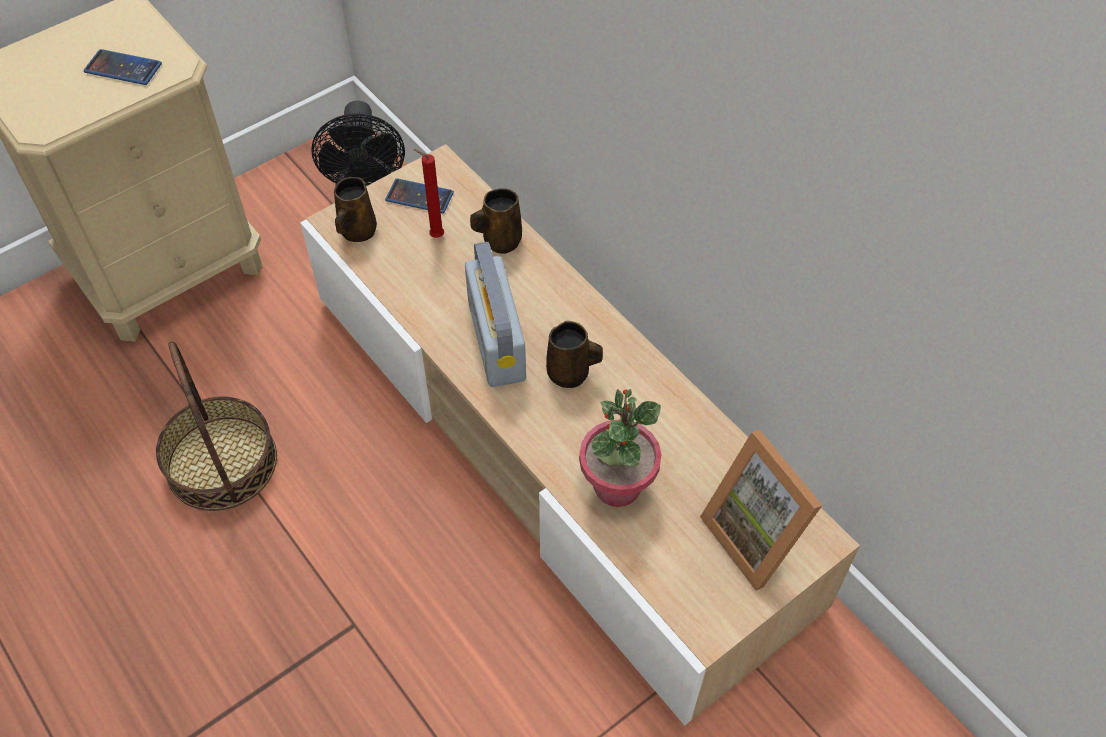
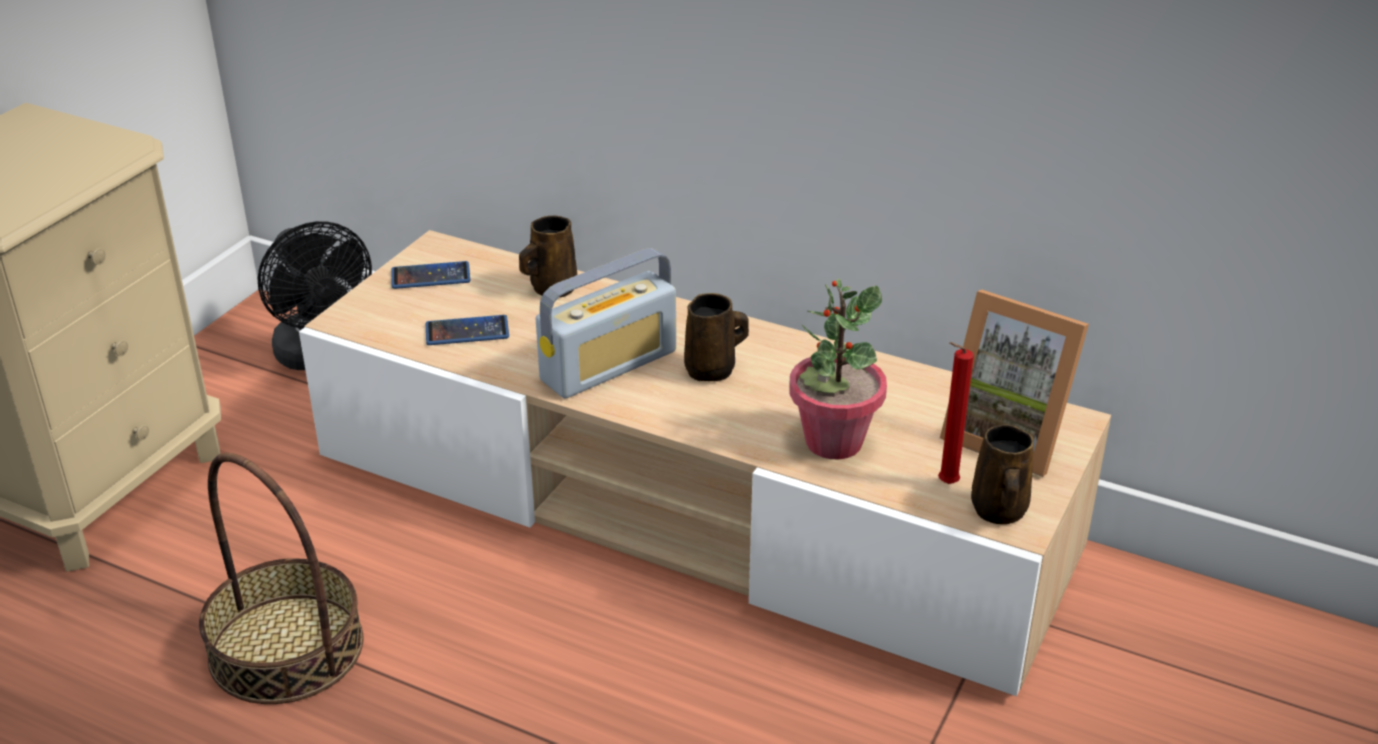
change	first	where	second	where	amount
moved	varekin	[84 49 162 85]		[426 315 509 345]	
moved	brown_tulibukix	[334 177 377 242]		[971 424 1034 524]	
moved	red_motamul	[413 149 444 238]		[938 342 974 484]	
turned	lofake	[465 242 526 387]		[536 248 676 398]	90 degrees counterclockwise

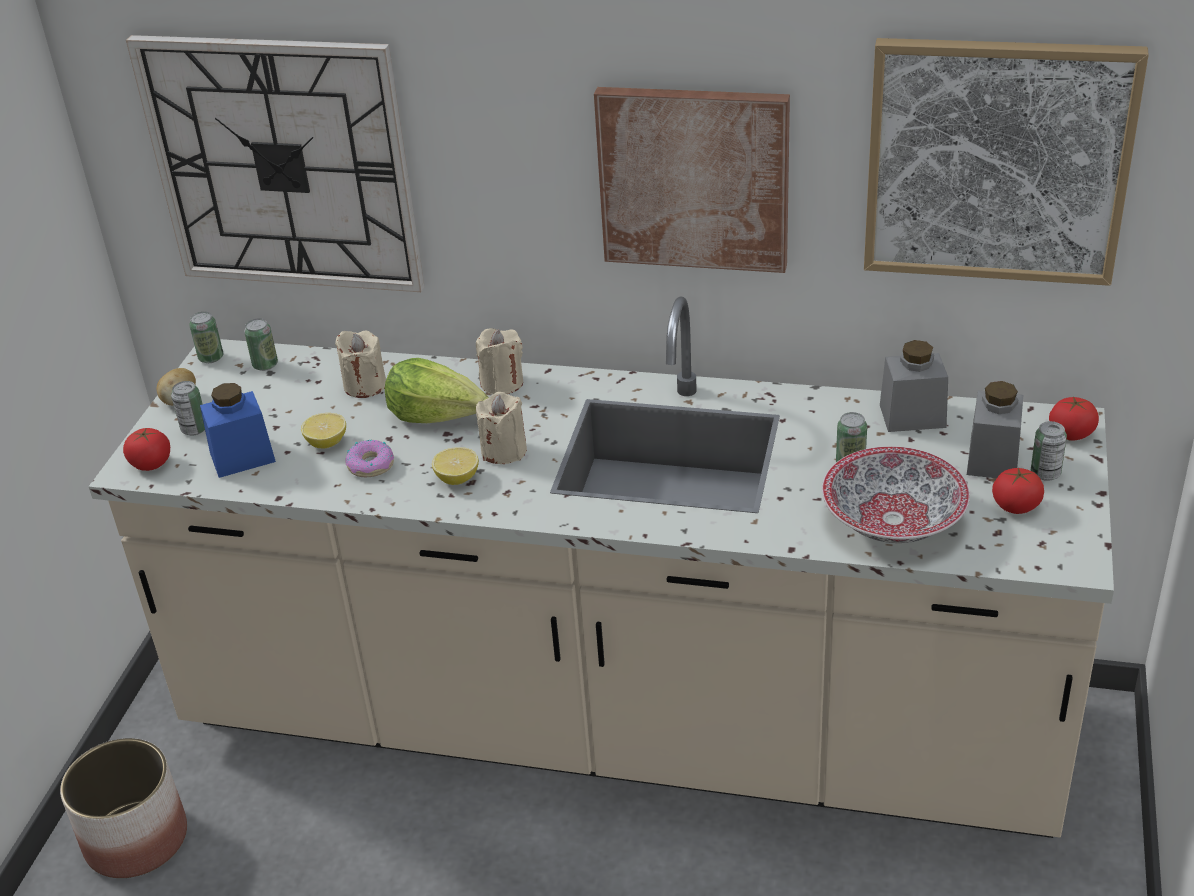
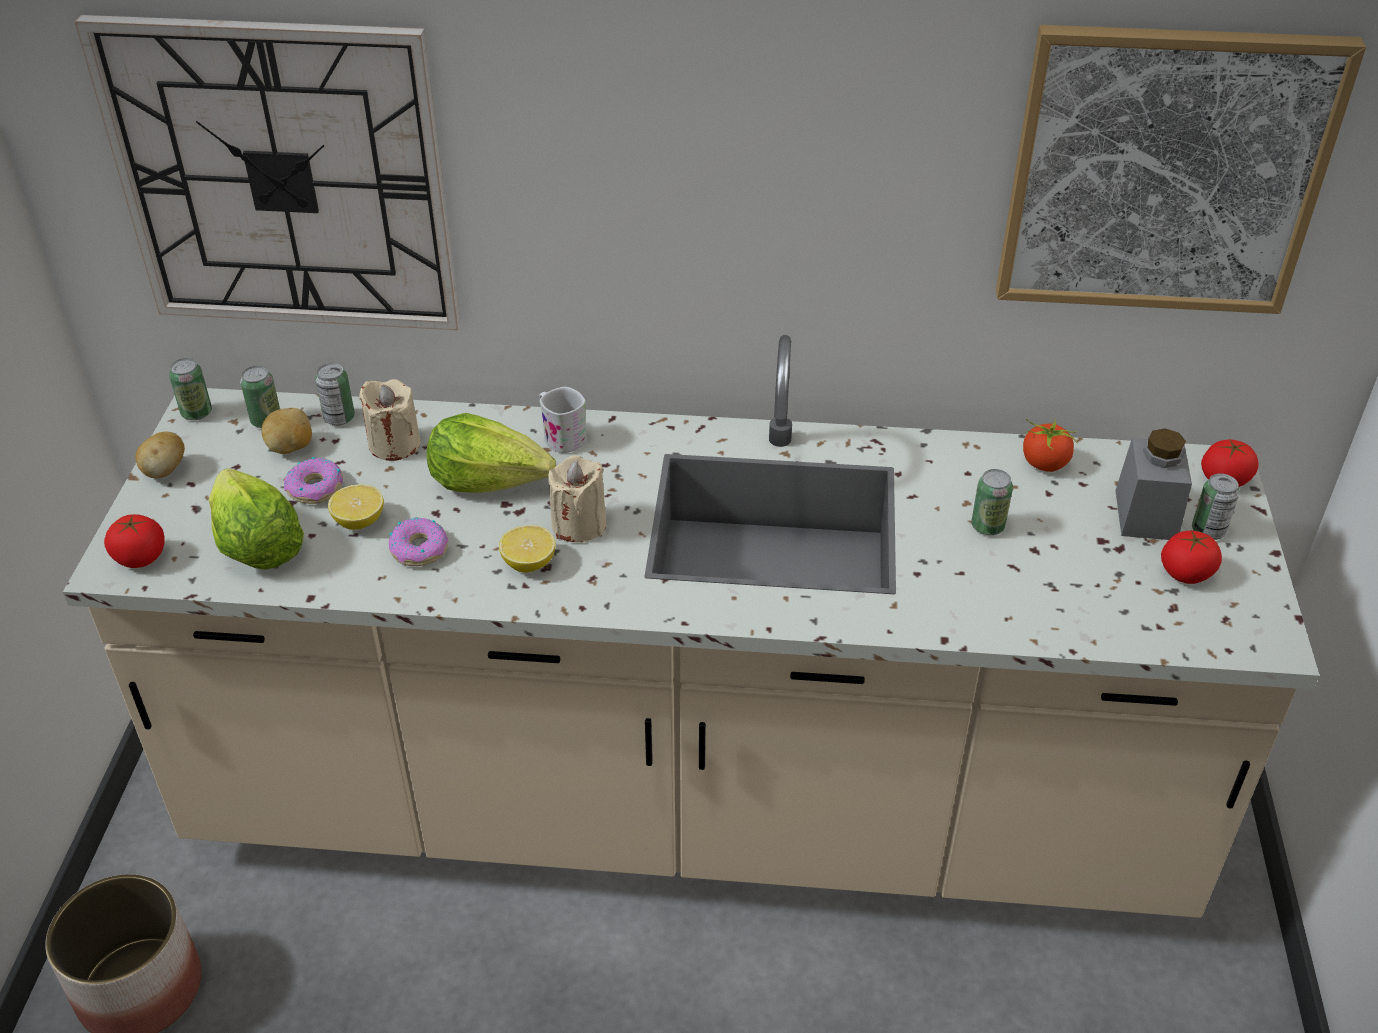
change	first	where	second	where	amount
moved	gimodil	[171 381 205 435]		[315 363 355 425]	
replaced	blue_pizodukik	[200 383 276 478]	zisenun	[209 468 304 570]	
replaced	beige_motamul	[476 328 523 394]	white_tulibukix	[539 387 587 453]	
removed	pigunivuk	[594 87 790 273]			
removed	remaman	[822 446 970 543]			
replaced	grey_pizodukik	[880 340 948 432]	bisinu	[1023 418 1077 472]	
added			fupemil	[262 408 312 454]	
added			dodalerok	[284 457 343 504]	

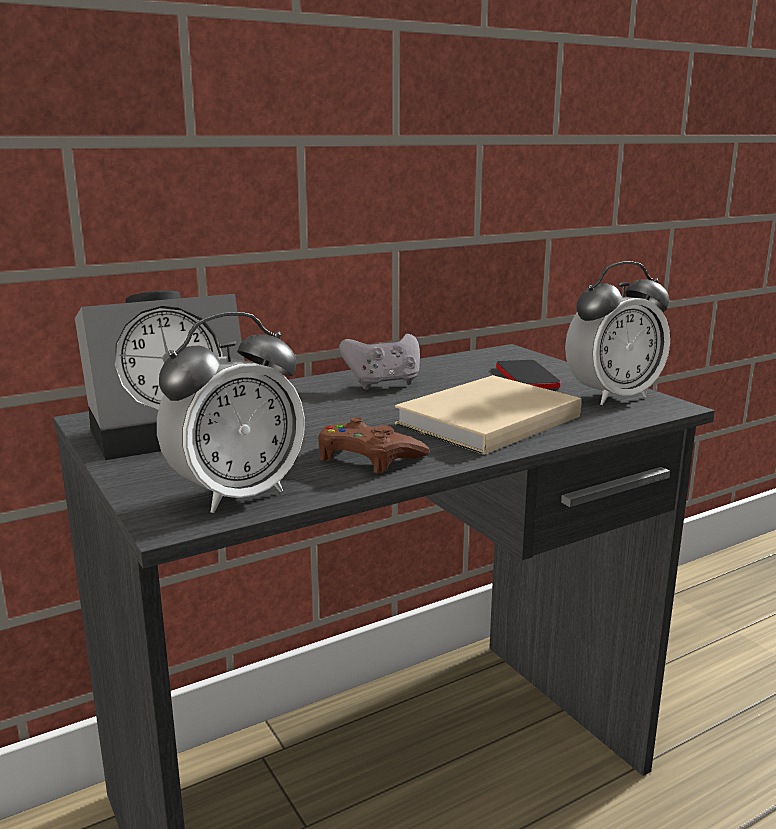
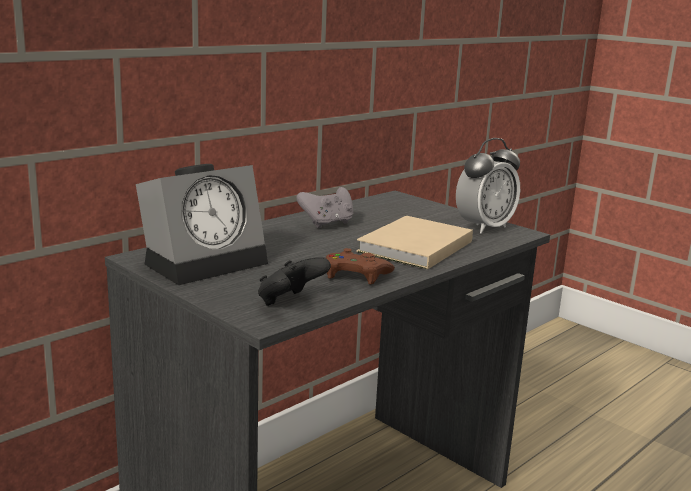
change	first	where	second	where	amount
replaced	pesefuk	[157 312 305 513]	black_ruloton	[258 257 331 306]	
removed	varekin	[496 360 561 389]			

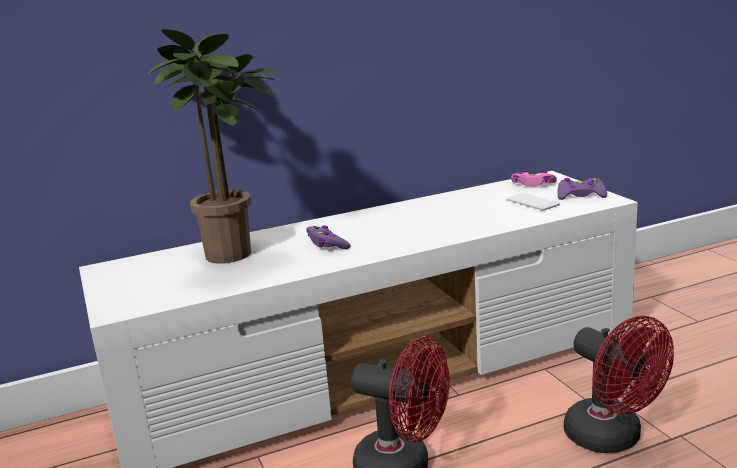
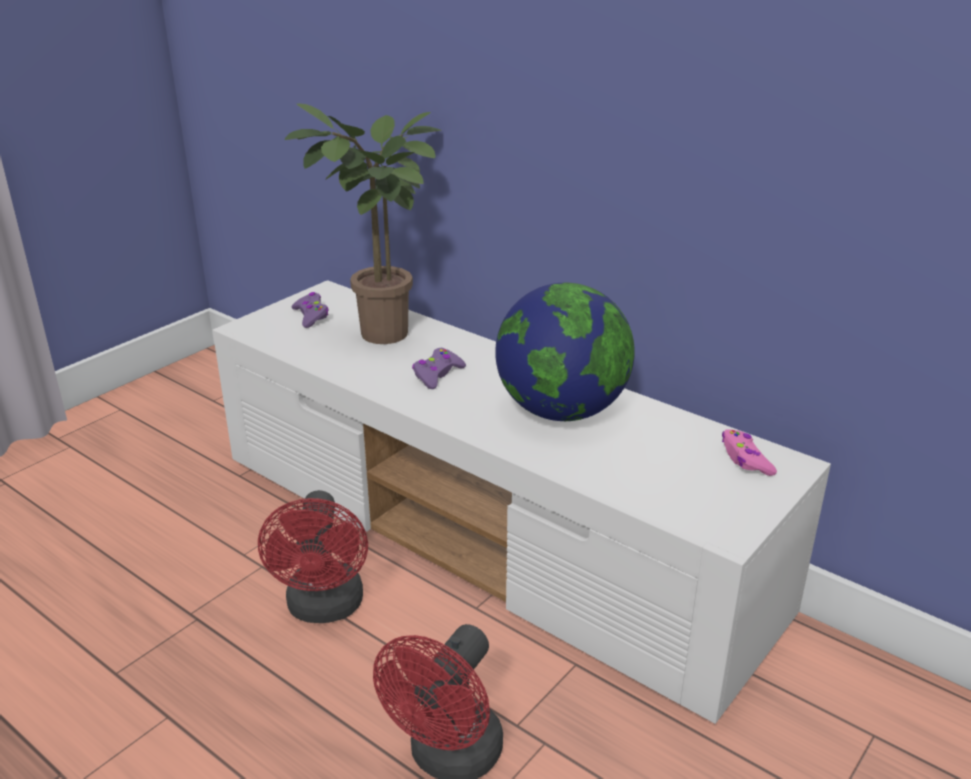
change	first	where	second	where	amount
removed	varekin	[507 193 560 211]			
moved	purple_ruloton	[557 178 607 200]		[291 292 329 328]	
added			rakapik	[495 283 635 421]	

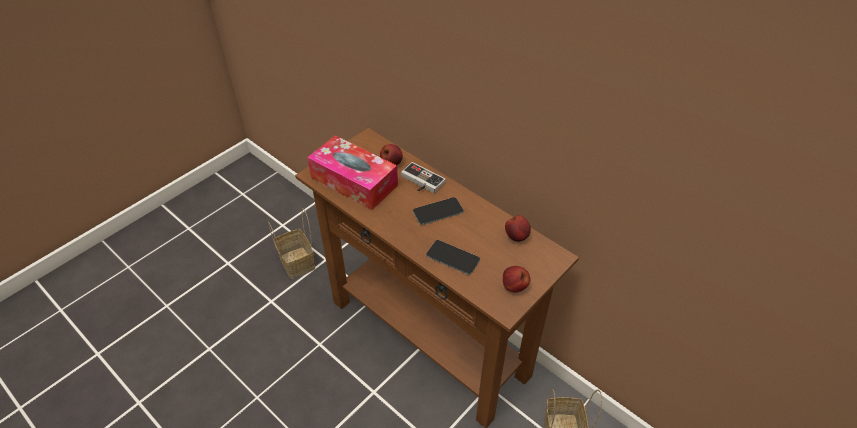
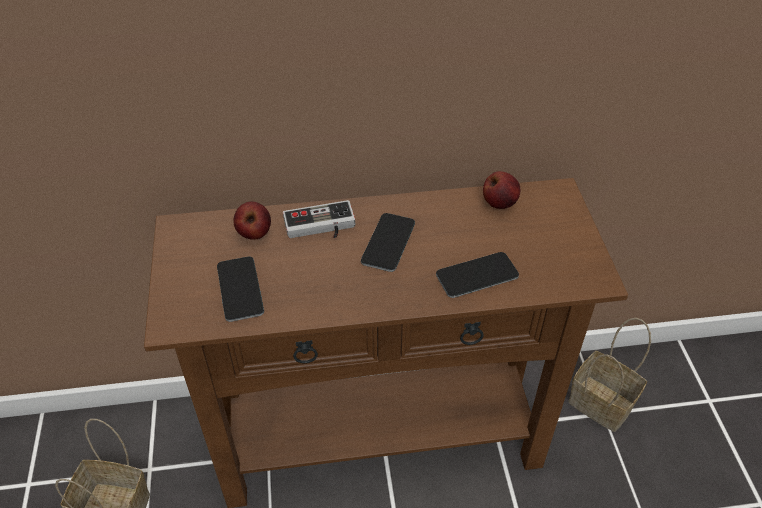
change	first	where	second	where	amount
replaced	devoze	[307 135 398 210]	varekin	[217 257 264 322]	
removed	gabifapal	[503 266 530 293]			

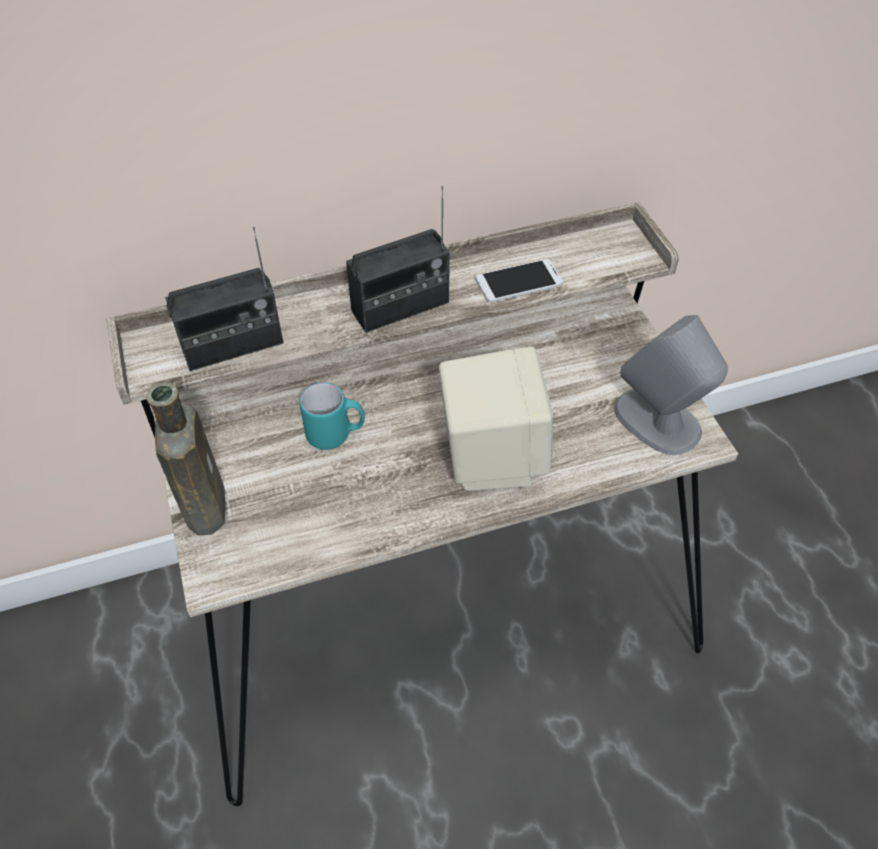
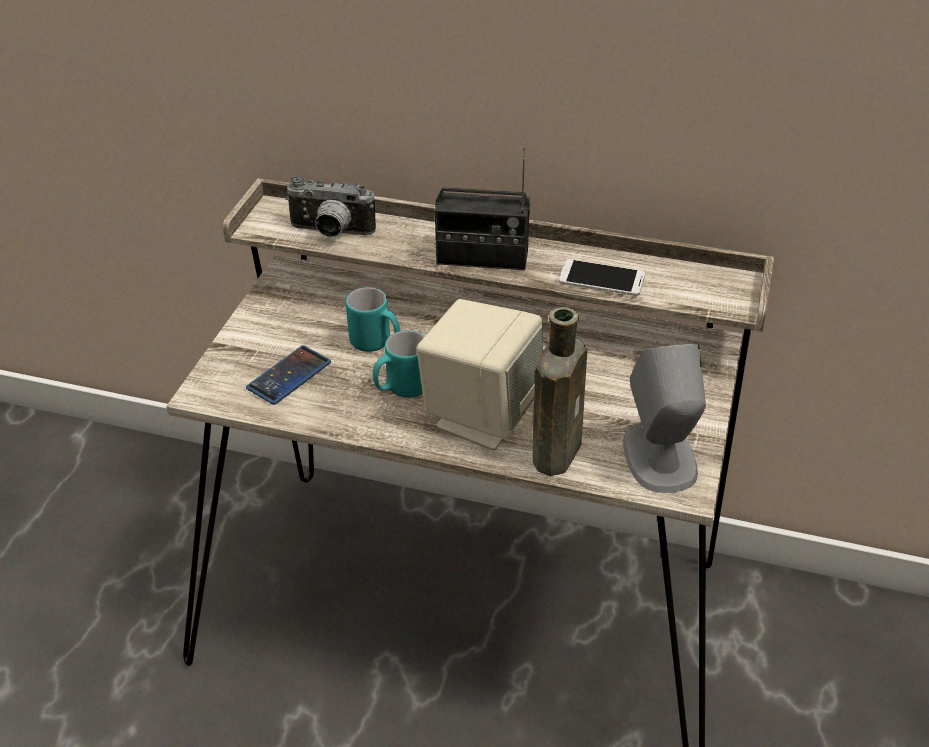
change	first	where	second	where	amount
moved	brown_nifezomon	[146 383 225 535]		[532 307 587 476]	
replaced	lofake	[165 227 284 371]	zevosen	[285 176 376 238]	
added			varekin	[246 345 331 405]	
added			turquoise_tulibukix	[373 330 425 398]	

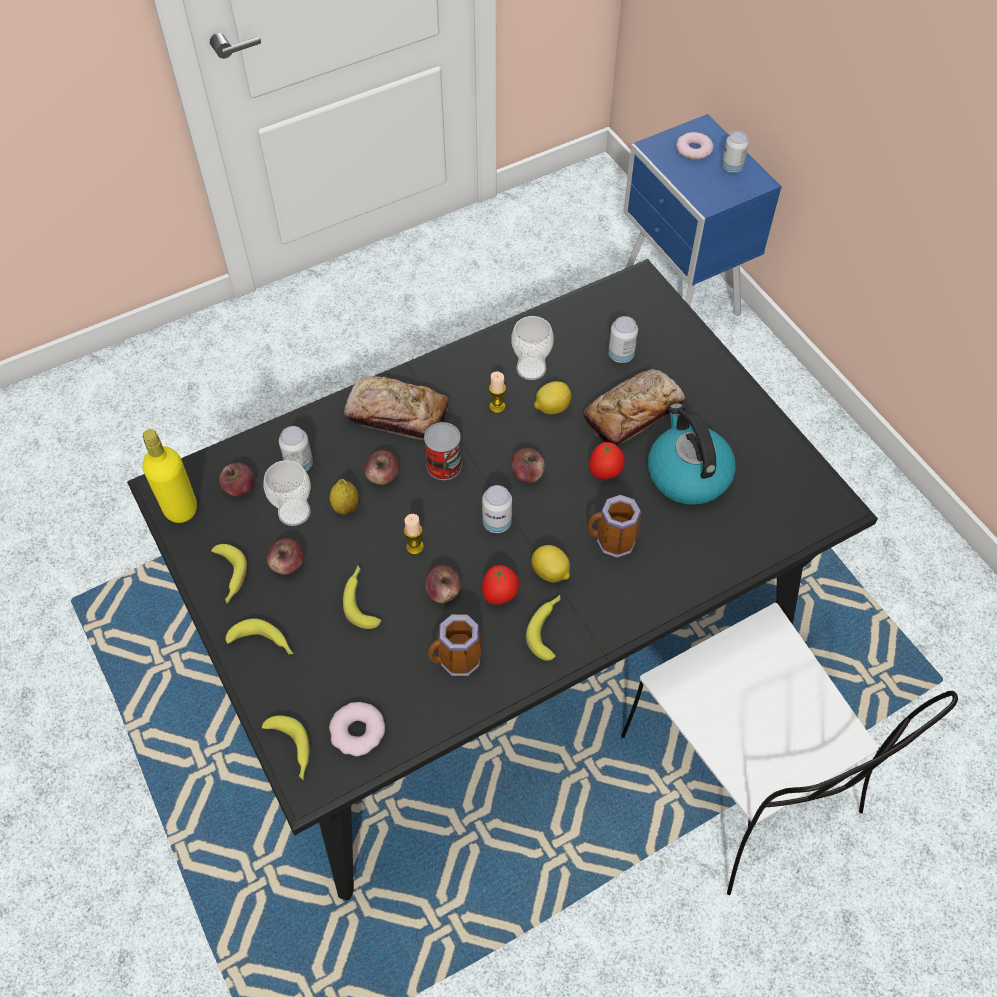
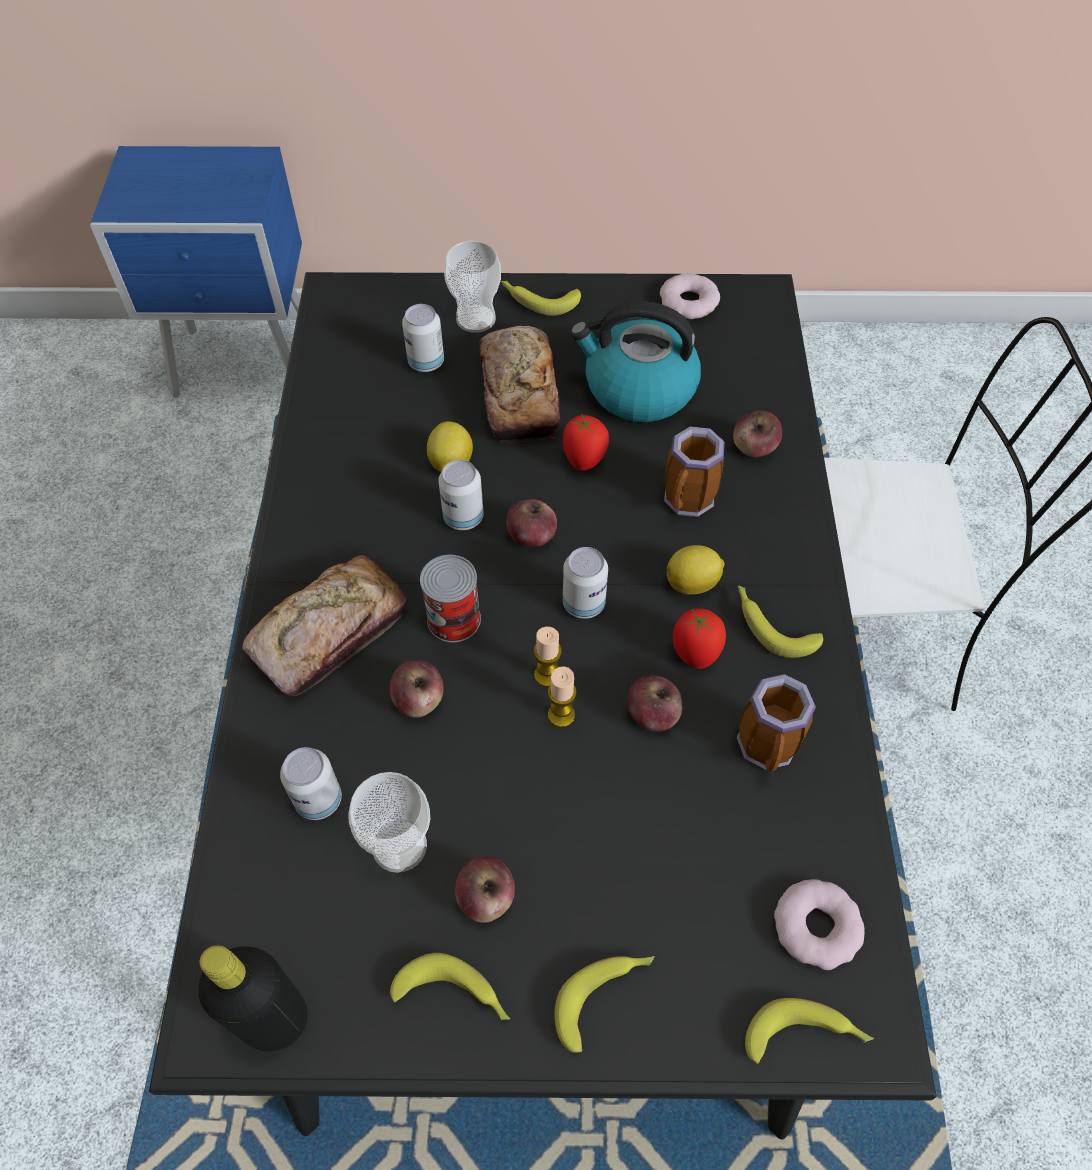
change	first	where	second	where	amount
recoloured	yellow_nifezomon	[143 429 197 523]	black_nifezomon	[198 945 308 1051]	
moved	gabifapal	[219 463 254 496]		[733 411 782 457]	
removed	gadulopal	[330 479 359 515]			
moved	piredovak	[343 565 381 629]		[501 281 581 316]	
moved	motamul	[489 372 506 413]		[534 627 562 687]	
moved	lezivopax	[511 316 554 380]		[444 241 501 333]	
moved	dodalerok	[676 132 714 160]		[660 273 720 319]	
moved	gimodil	[722 131 749 173]		[438 460 484 530]	

